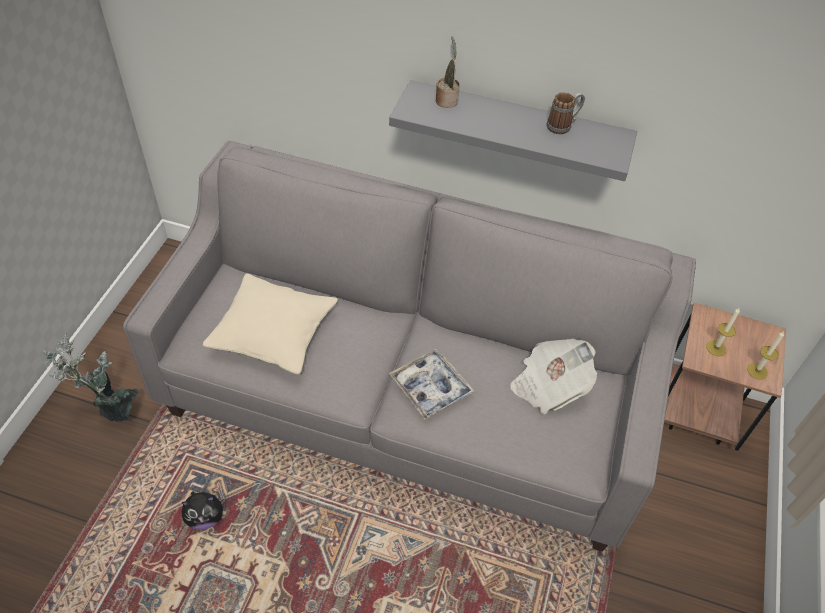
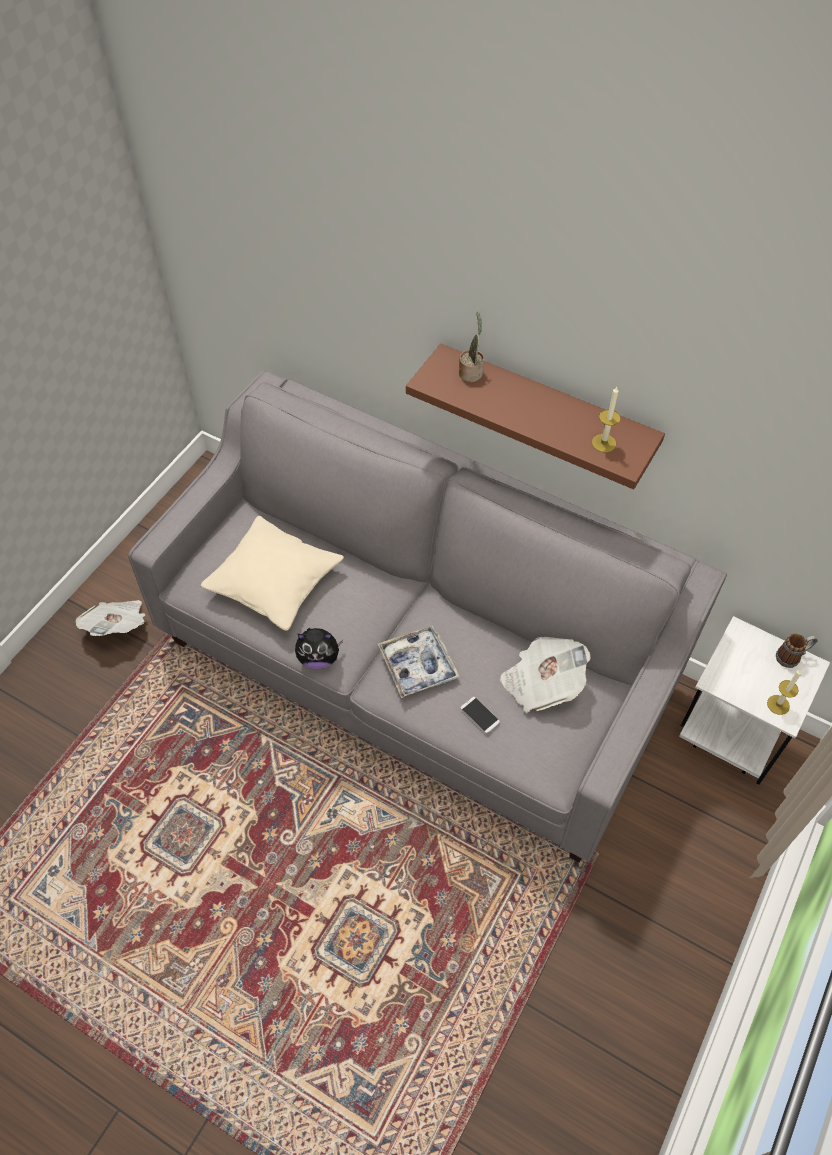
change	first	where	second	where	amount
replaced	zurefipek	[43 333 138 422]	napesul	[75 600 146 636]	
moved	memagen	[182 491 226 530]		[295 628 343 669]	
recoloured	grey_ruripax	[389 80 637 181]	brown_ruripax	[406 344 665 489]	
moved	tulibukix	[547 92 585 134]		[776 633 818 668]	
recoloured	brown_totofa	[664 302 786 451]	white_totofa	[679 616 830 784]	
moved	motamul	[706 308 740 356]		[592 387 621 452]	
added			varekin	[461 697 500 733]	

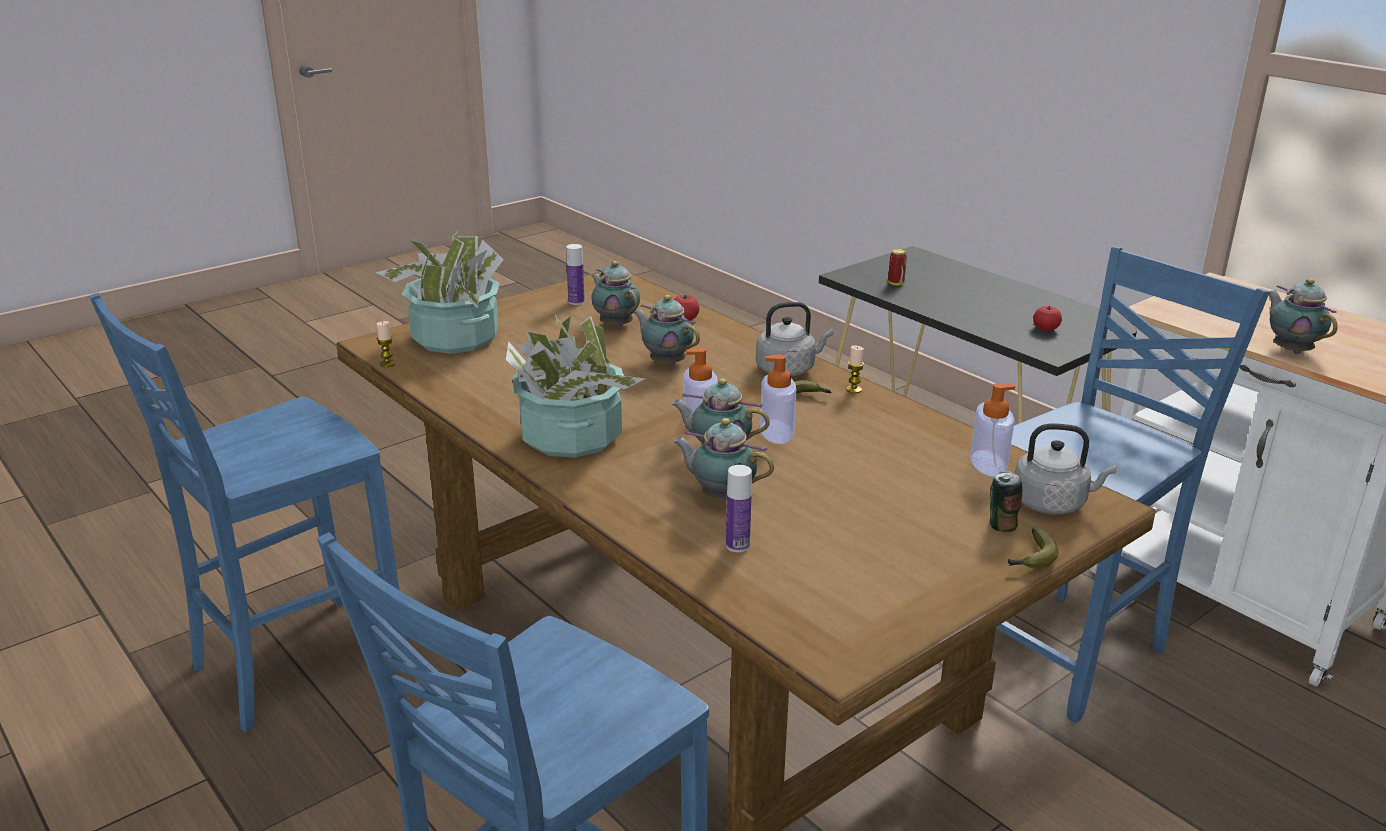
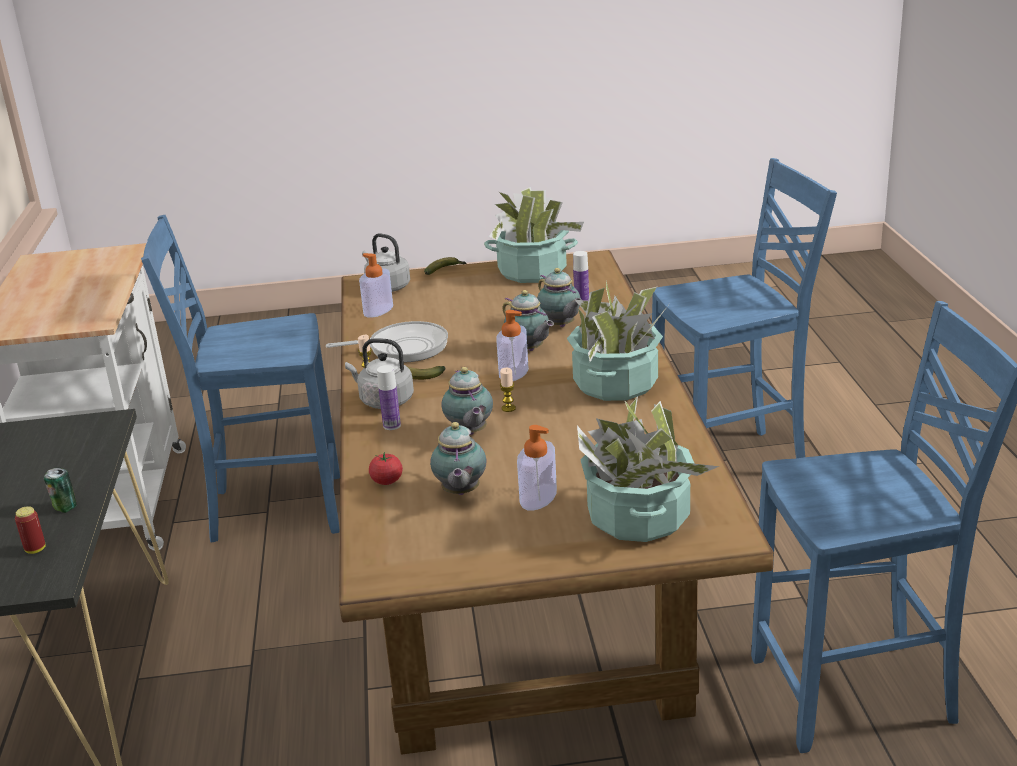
change	first	where	second	where	amount
moved	motamul	[376 321 395 367]		[500 368 516 412]	
moved	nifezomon	[566 244 585 305]		[377 365 401 430]	
moved	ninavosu	[760 354 796 444]		[517 425 557 511]	
moved	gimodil	[990 471 1022 532]		[44 467 77 513]	
removed	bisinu	[1033 306 1062 331]			
removed	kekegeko	[1269 278 1338 354]			
added			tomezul	[326 321 448 363]	
added			zurefipek	[484 187 584 283]	

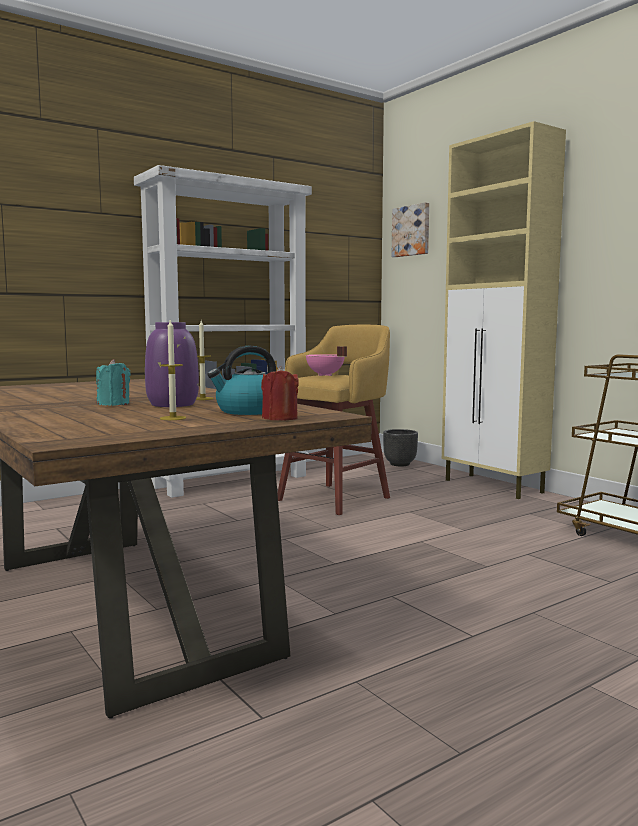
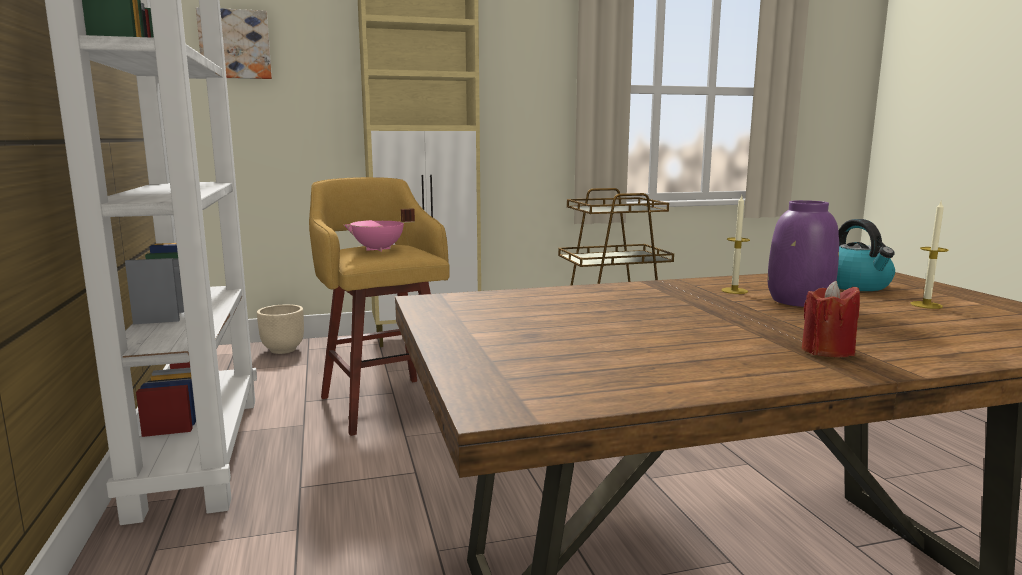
change	first	where	second	where	amount
removed	turquoise_motamul	[96 359 131 406]			
moved	red_motamul	[261 366 299 420]		[802 281 860 357]	
recoloured	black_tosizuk	[383 429 418 466]	beige_tosizuk	[257 304 304 354]	

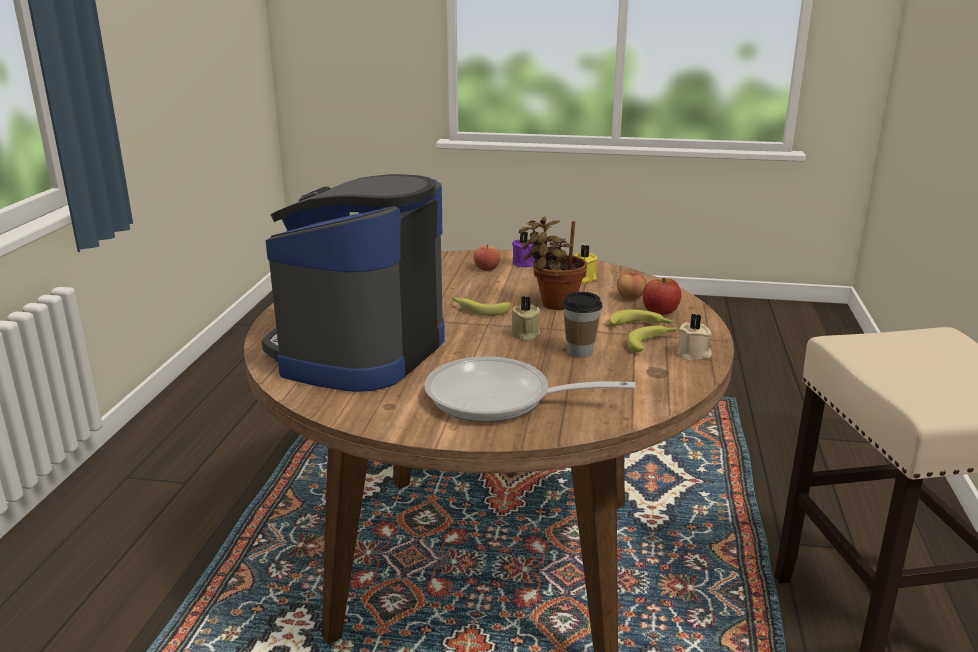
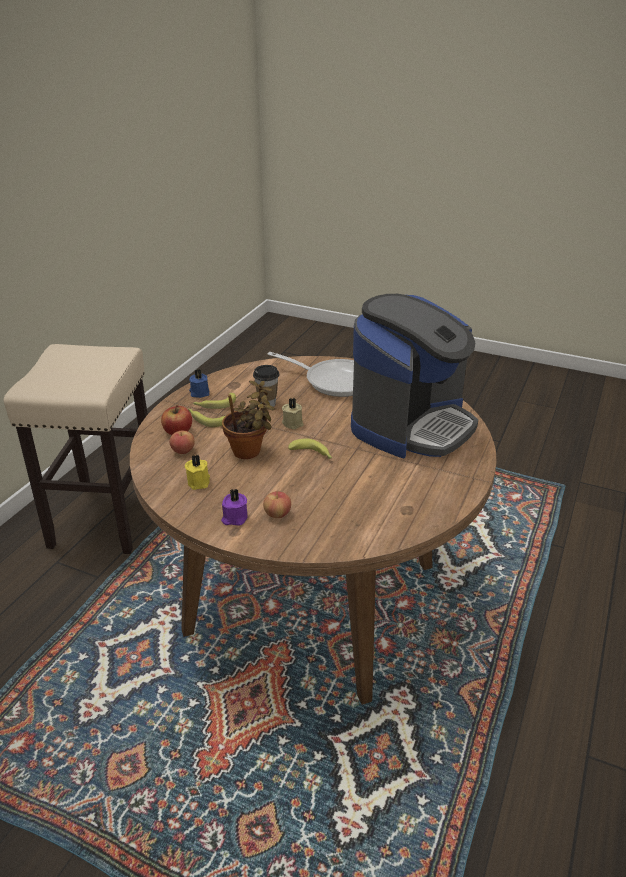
change	first	where	second	where	amount
recoloured	beige_motamul	[676 314 712 360]	blue_motamul	[189 369 210 398]	

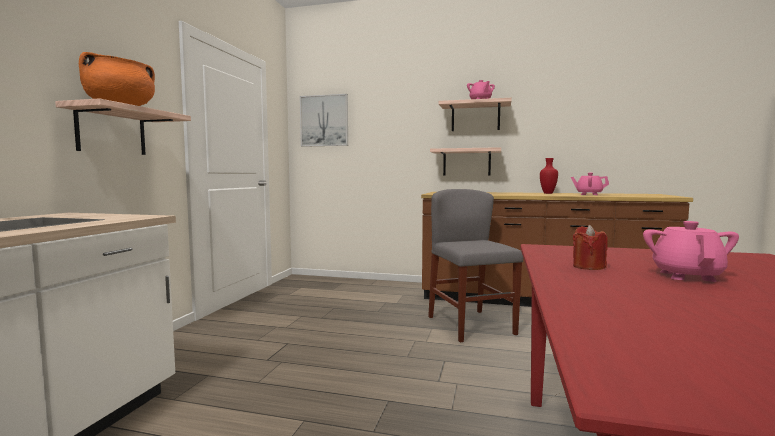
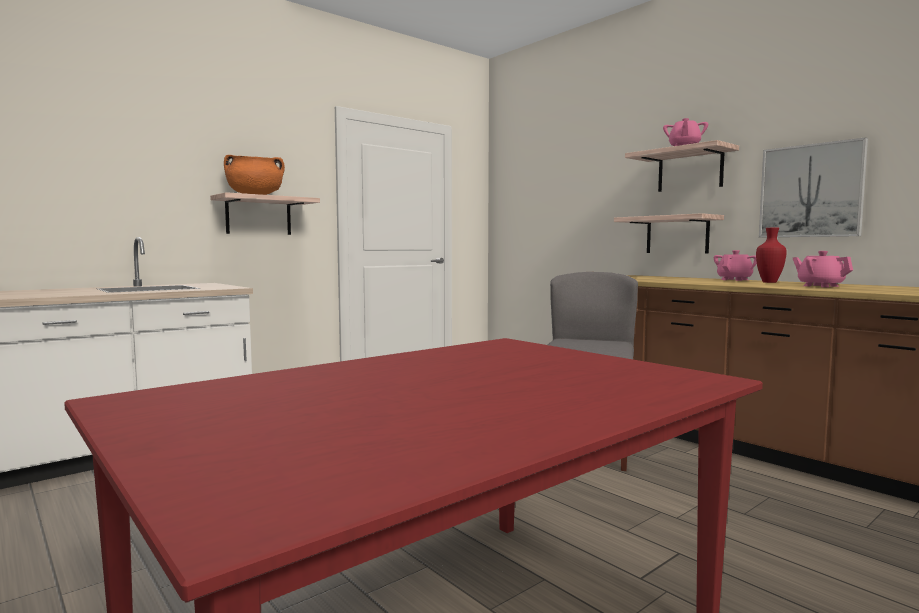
change	first	where	second	where	amount
moved	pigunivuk	[300 94 348 147]		[759 137 868 237]	
removed	red_motamul	[573 225 608 270]			
moved	pink_kekegeko	[643 221 739 282]		[714 250 757 281]	

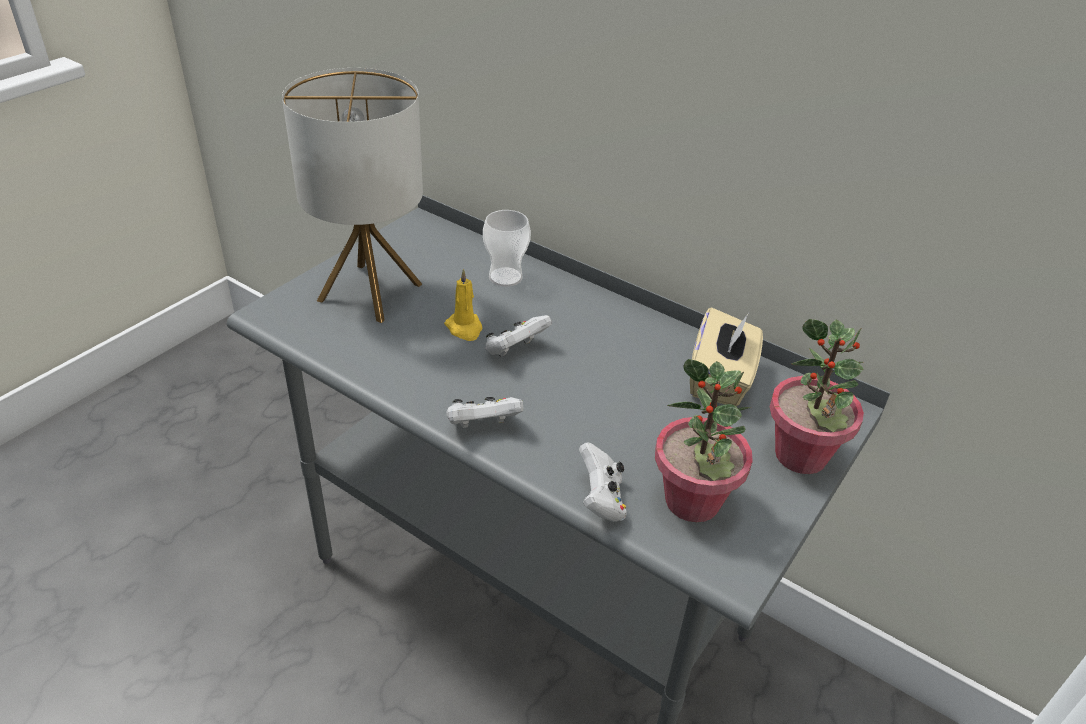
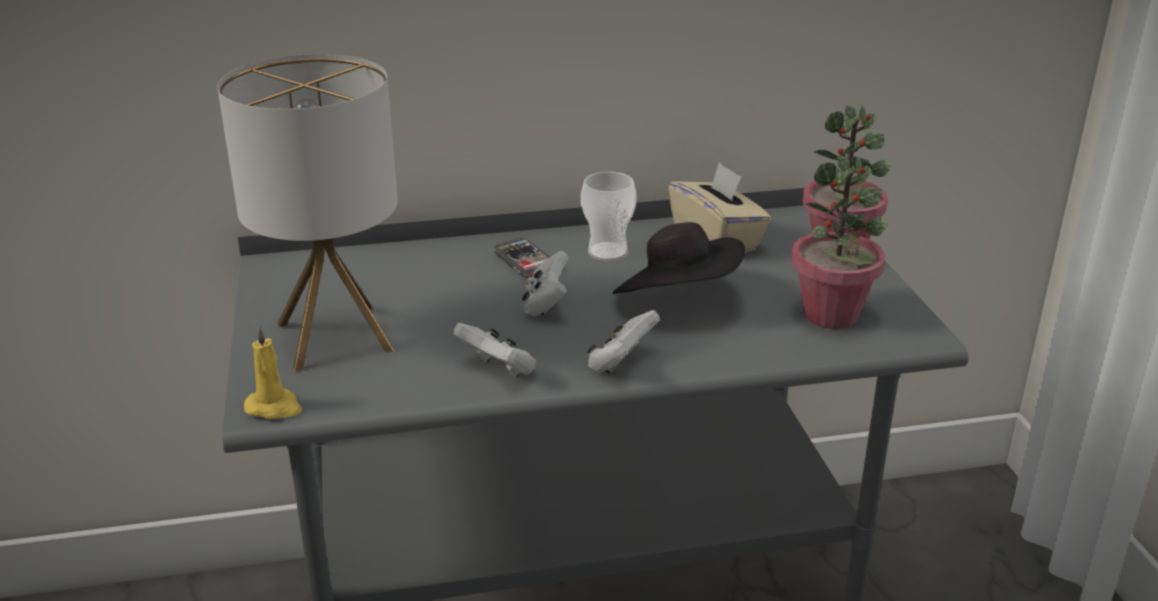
change	first	where	second	where	amount
moved	yellow_motamul	[444 269 482 341]		[244 325 302 419]	
moved	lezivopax	[483 210 531 287]		[581 172 637 261]	
moved	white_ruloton	[579 443 627 522]		[453 323 536 377]	
added			varekin	[493 238 550 279]	
added			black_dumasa	[612 222 745 294]	

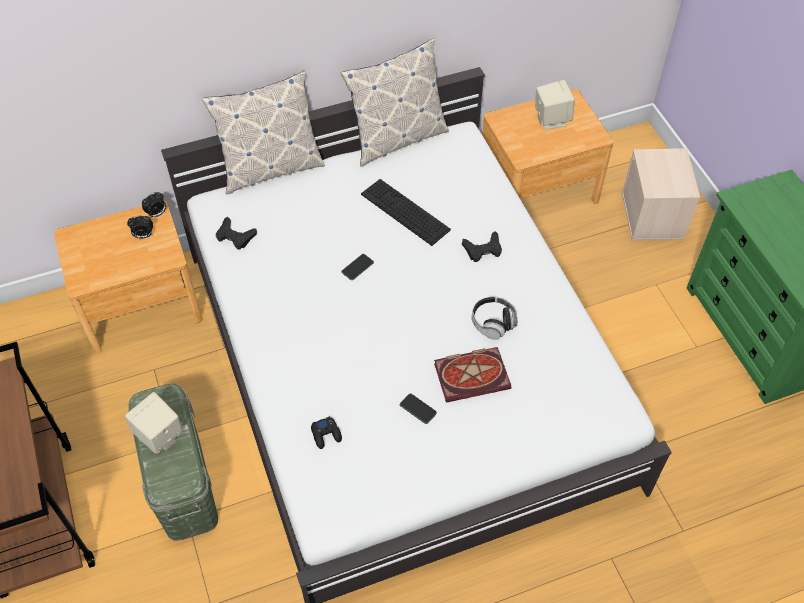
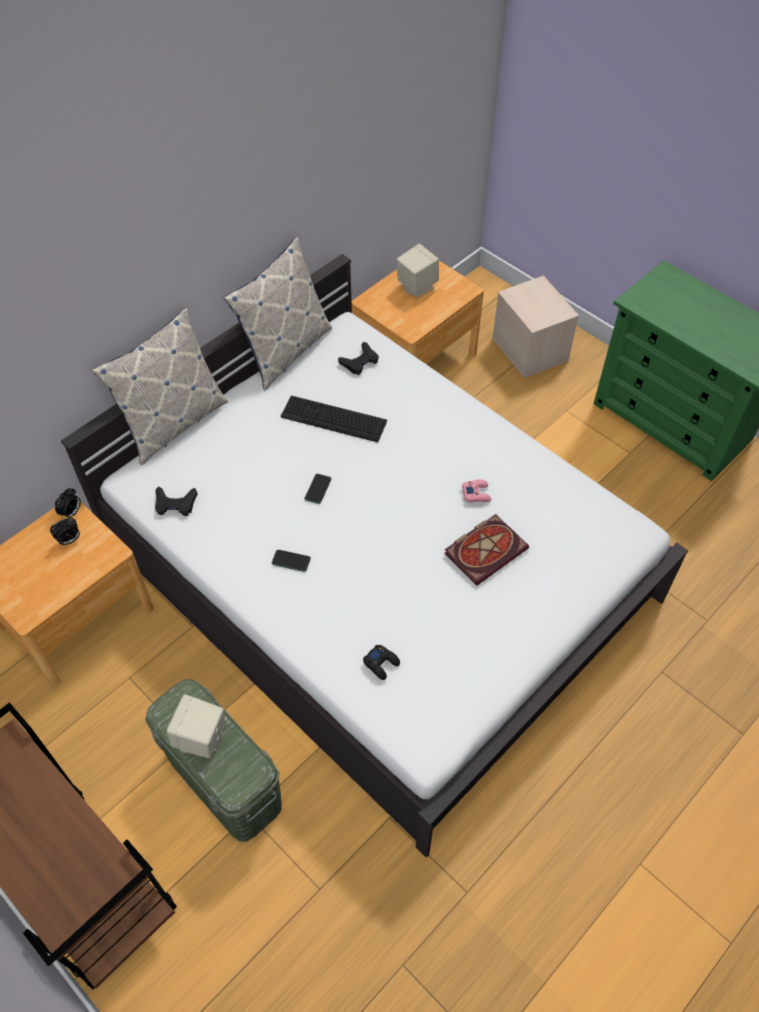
change	first	where	second	where	amount
moved	varekin	[400 393 437 424]		[272 550 311 572]	
moved	black_ruloton	[462 231 502 262]		[338 342 379 375]	
replaced	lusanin	[472 297 518 340]	pink_ruloton	[462 479 491 502]	

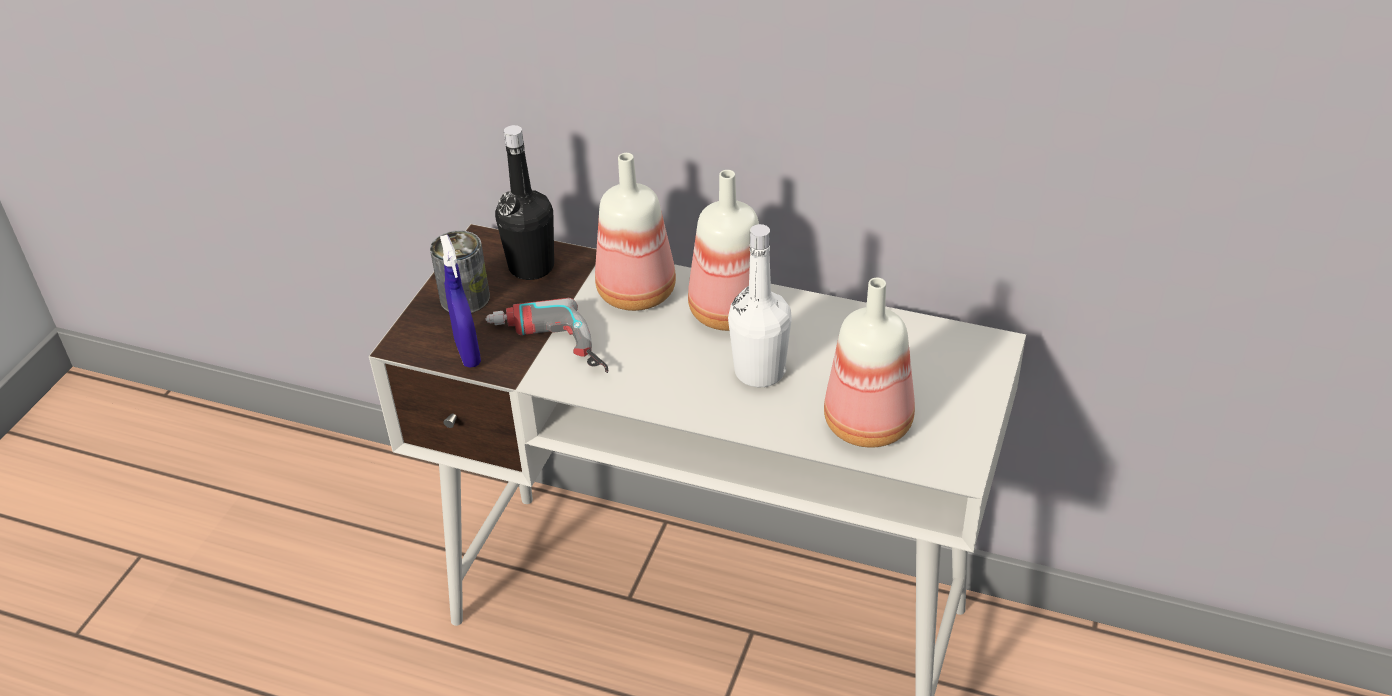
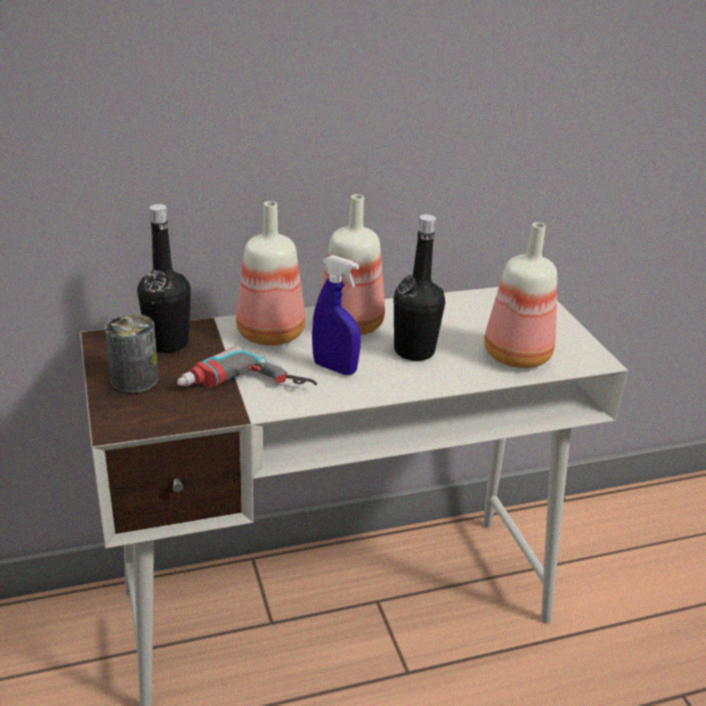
change	first	where	second	where	amount
moved	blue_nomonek	[440 235 481 368]		[312 255 361 375]	
recoloured	white_nifezomon	[728 224 792 387]	black_nifezomon	[394 214 445 361]	

